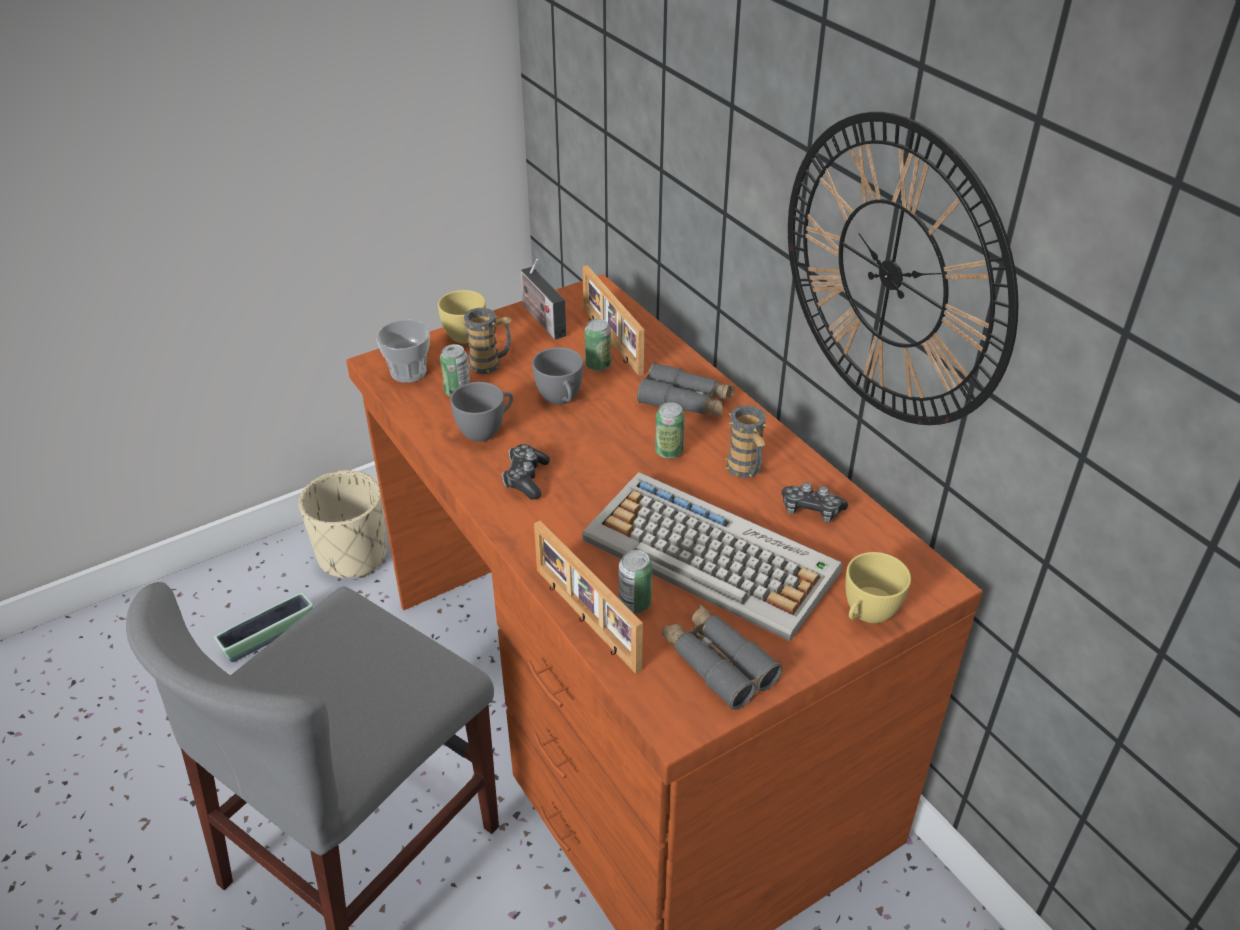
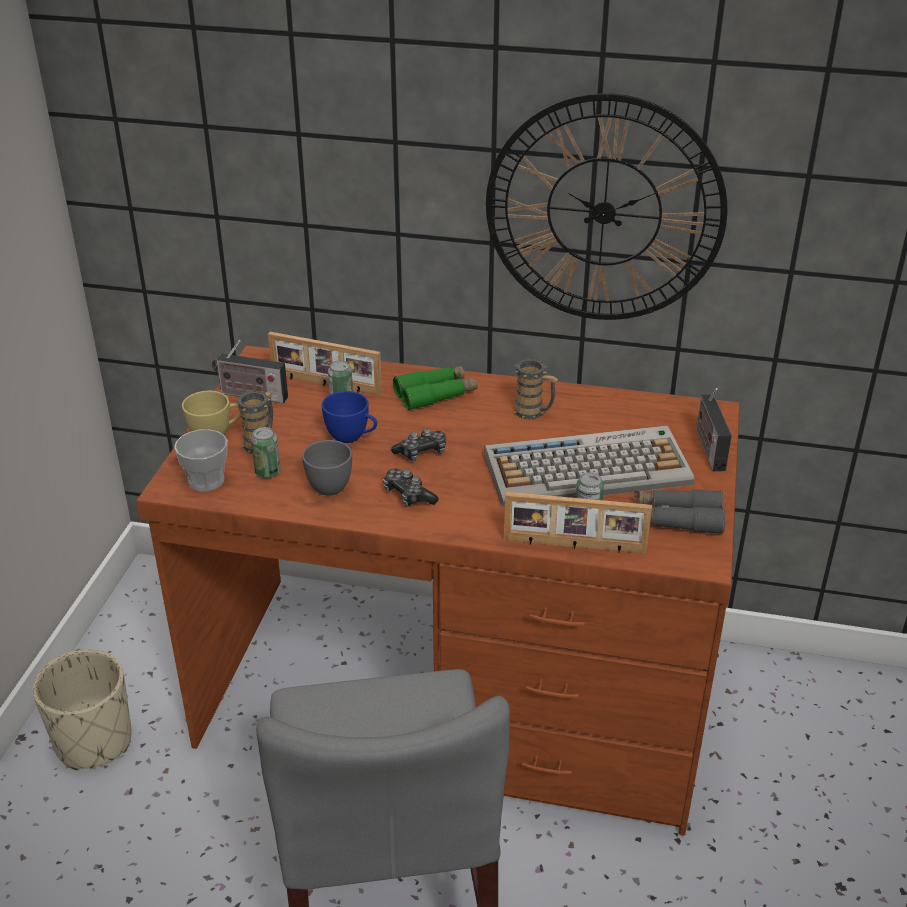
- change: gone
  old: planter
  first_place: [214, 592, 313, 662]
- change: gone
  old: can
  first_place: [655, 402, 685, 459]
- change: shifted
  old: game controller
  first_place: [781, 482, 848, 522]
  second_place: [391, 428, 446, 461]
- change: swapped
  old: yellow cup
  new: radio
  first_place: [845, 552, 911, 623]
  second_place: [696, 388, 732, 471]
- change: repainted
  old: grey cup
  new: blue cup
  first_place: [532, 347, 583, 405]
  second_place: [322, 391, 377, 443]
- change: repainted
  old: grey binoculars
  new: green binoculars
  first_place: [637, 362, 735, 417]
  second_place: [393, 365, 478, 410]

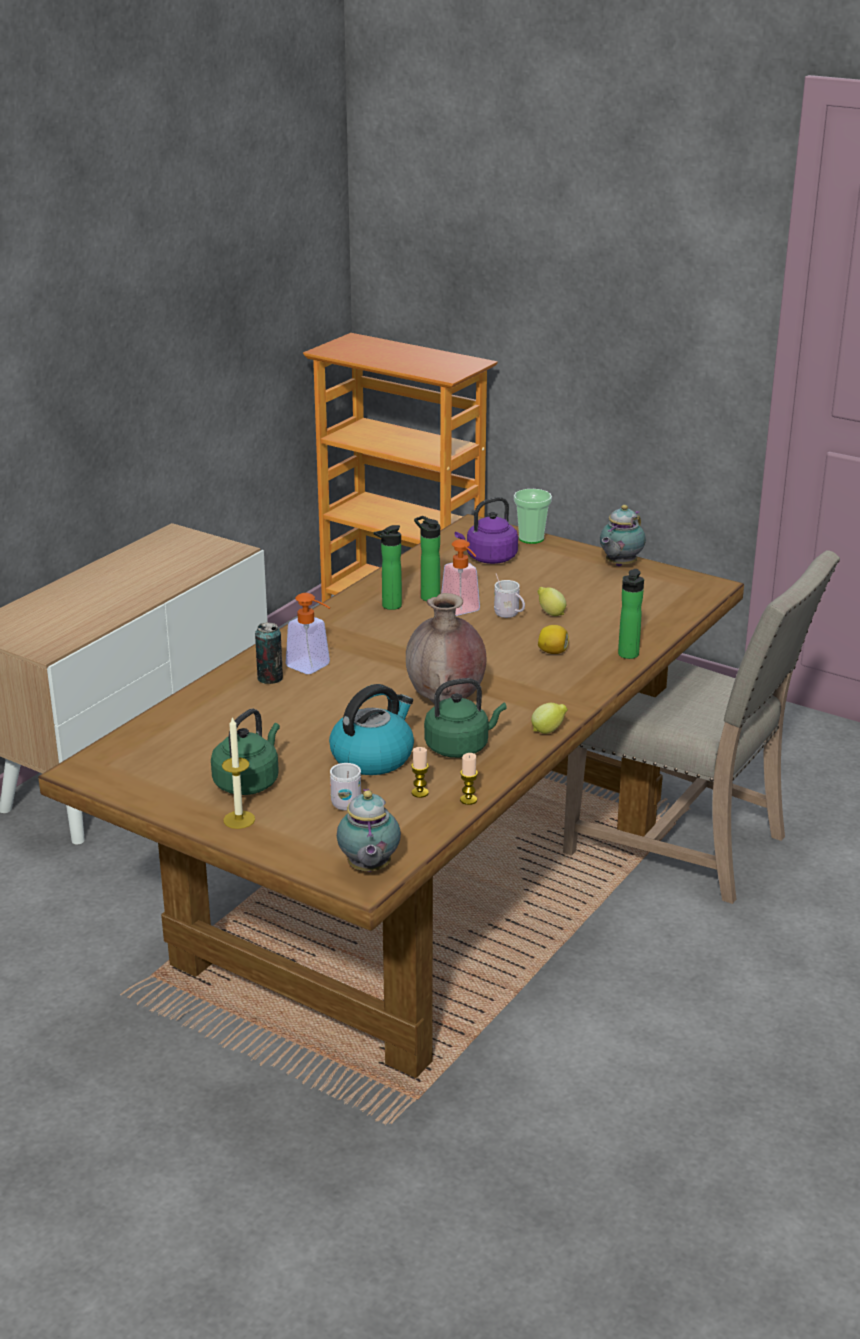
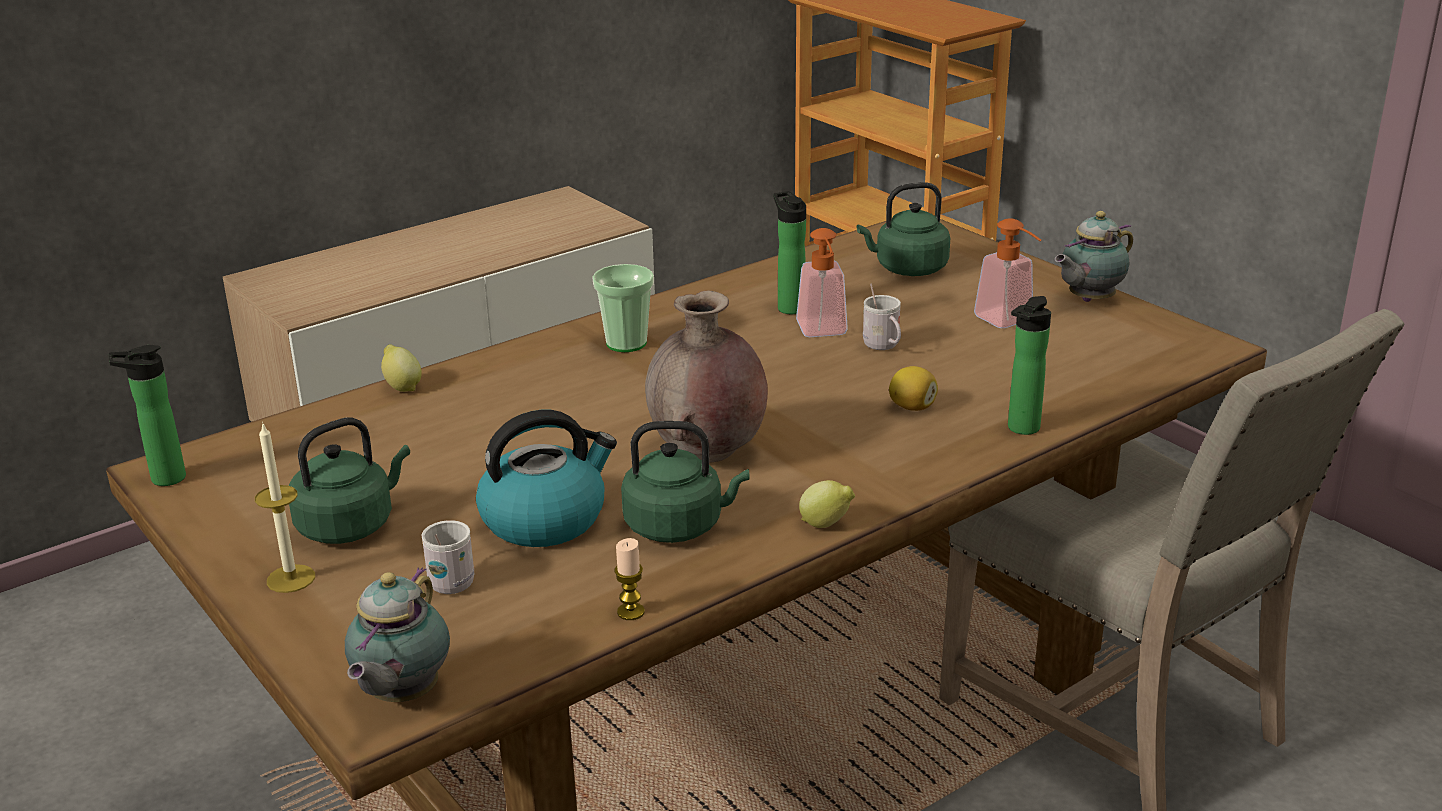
- change: gone
  old: can
  first_place: [255, 622, 283, 684]
- change: gone
  old: candle
  first_place: [411, 747, 429, 798]
- change: shifted
  old: soap dispenser
  first_place: [286, 593, 331, 674]
  second_place: [974, 218, 1041, 328]
- change: shifted
  old: bottle
  first_place: [374, 525, 402, 610]
  second_place: [109, 345, 186, 486]
- change: shifted
  old: cup
  first_place: [514, 489, 552, 544]
  second_place: [592, 264, 654, 352]
- change: shifted
  old: lemon
  first_place: [538, 587, 566, 616]
  second_place: [381, 344, 422, 392]
- change: repainted
  old: purple kettle
  new: green kettle
  first_place: [455, 497, 518, 564]
  second_place: [857, 182, 950, 276]

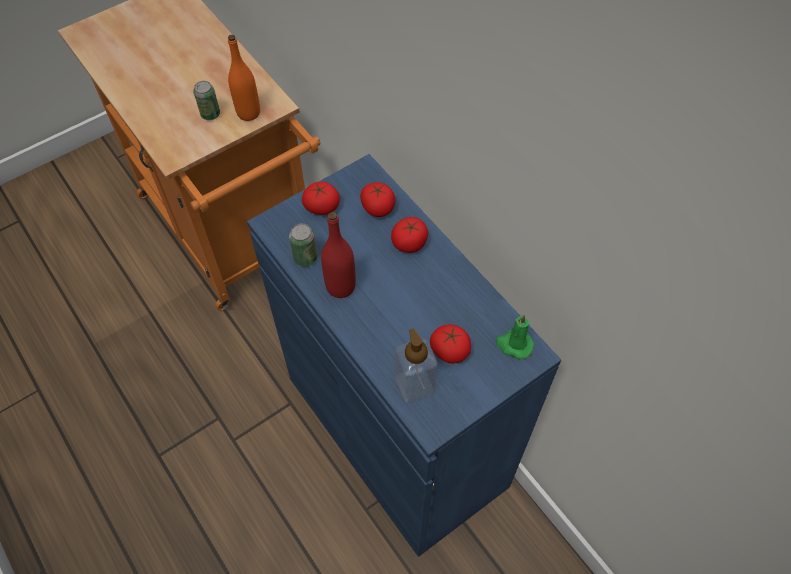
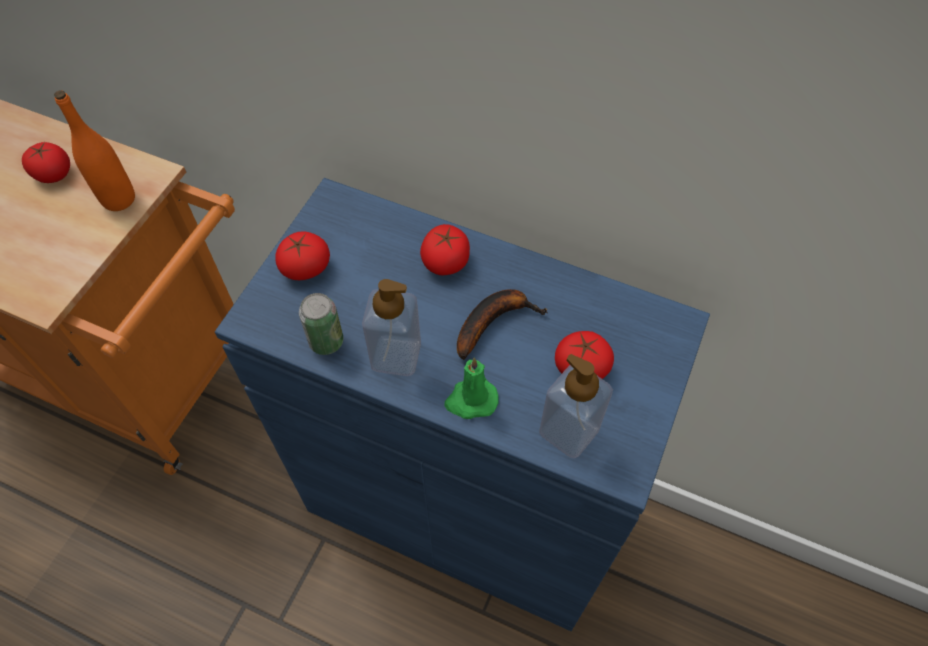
- change: gone
  old: can
  first_place: [194, 81, 220, 120]
- change: new
  new: banana
  second_place: [457, 289, 548, 360]
- change: shifted
  old: tomato
  first_place: [360, 182, 396, 217]
  second_place: [22, 142, 70, 183]
- change: shifted
  old: green candle
  first_place: [496, 315, 534, 359]
  second_place: [444, 357, 499, 419]
- change: swapped
  old: red bottle
  new: soap dispenser
  first_place: [321, 212, 356, 298]
  second_place: [362, 279, 421, 376]

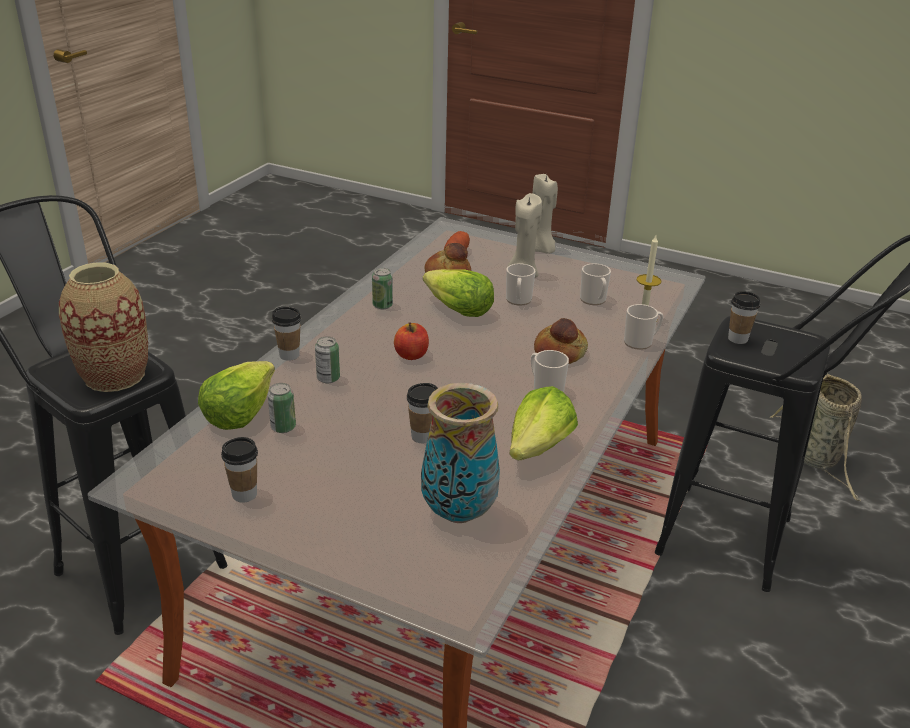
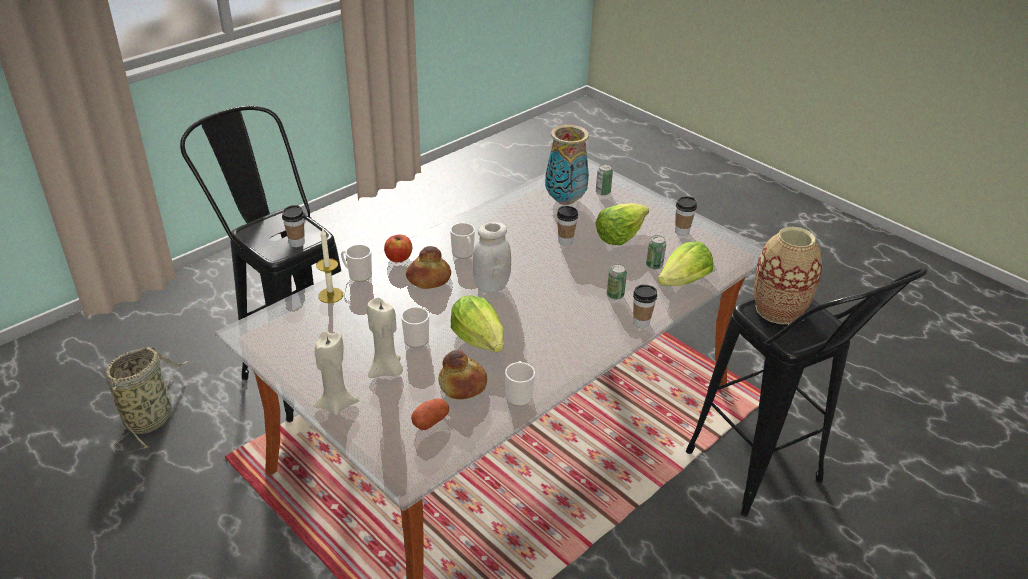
- change: new
  new: white jar
  second_place: [473, 222, 511, 293]
- change: shifted
  old: can
  first_place: [372, 268, 393, 309]
  second_place: [596, 164, 613, 195]
- change: shifted
  old: apple
  first_place: [394, 322, 429, 360]
  second_place: [384, 235, 412, 263]
- change: shifted
  old: lettuce
  first_place: [509, 386, 578, 461]
  second_place: [595, 203, 649, 245]
- change: shifted
  old: mug
  first_place: [580, 263, 611, 305]
  second_place: [505, 361, 535, 406]

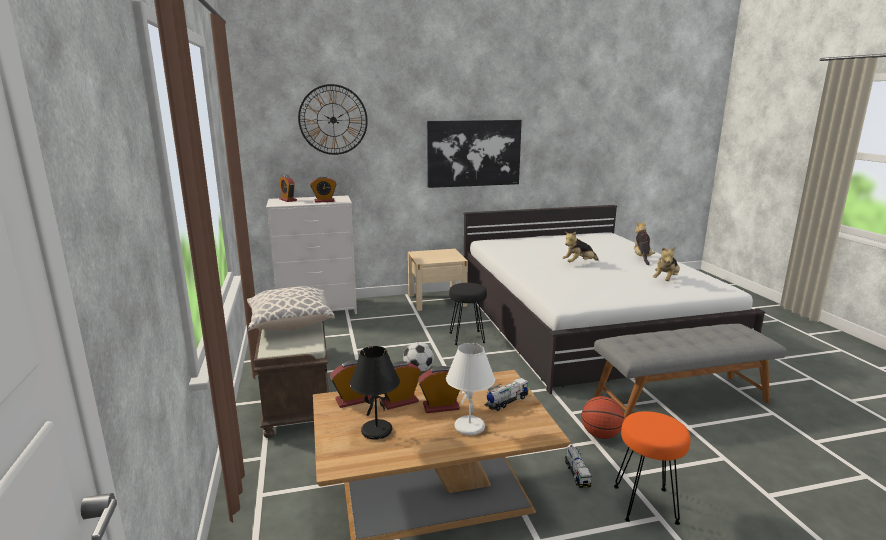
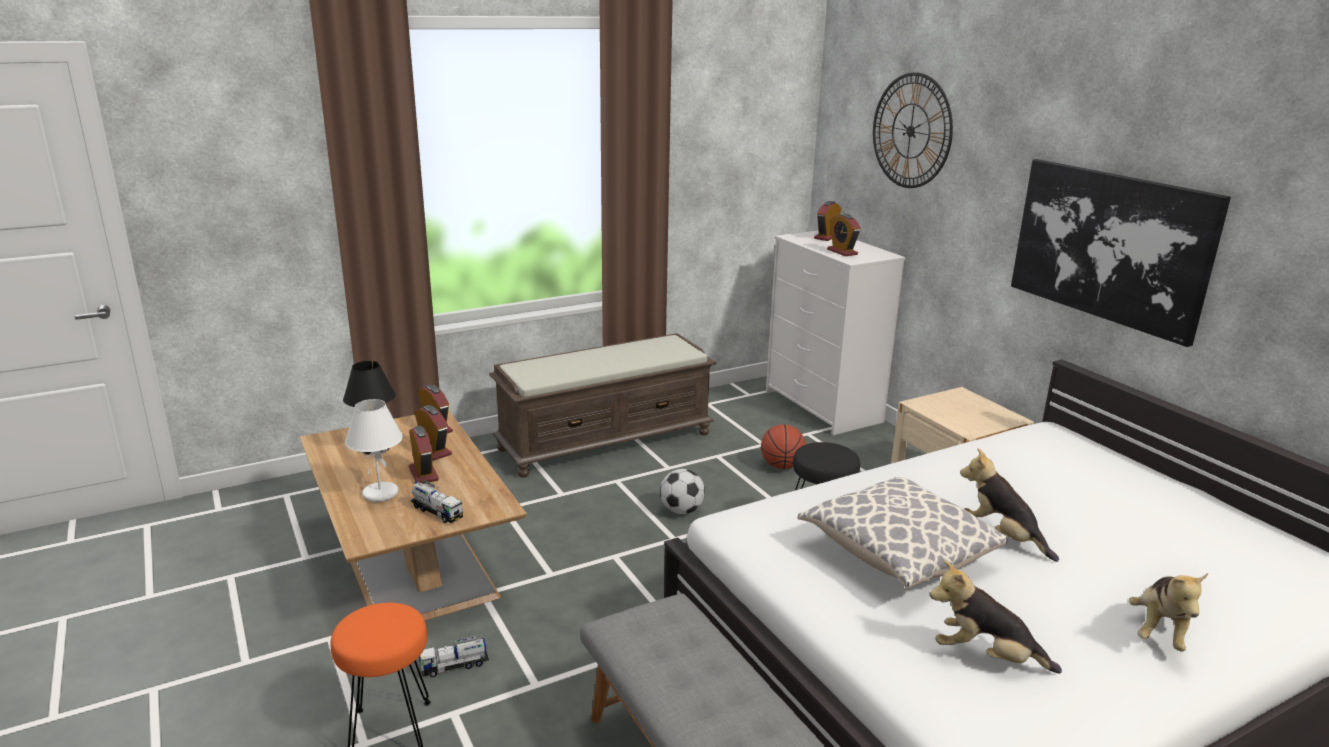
- change: shifted
  old: pillow
  first_place: [247, 286, 335, 331]
  second_place: [797, 477, 1008, 589]
- change: shifted
  old: basketball
  first_place: [581, 396, 624, 439]
  second_place: [761, 424, 806, 469]
- change: rotated
  old: plush toy
  first_place: [634, 221, 656, 265]
  second_place: [1129, 573, 1208, 652]
  degrees: 120

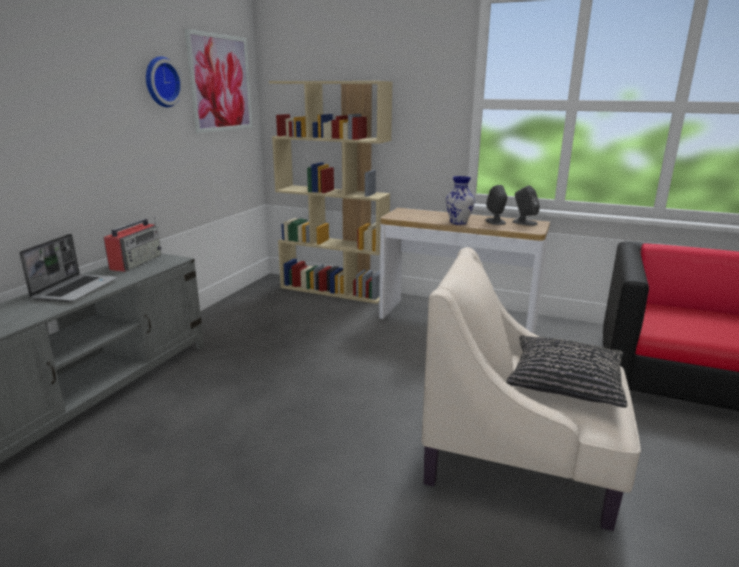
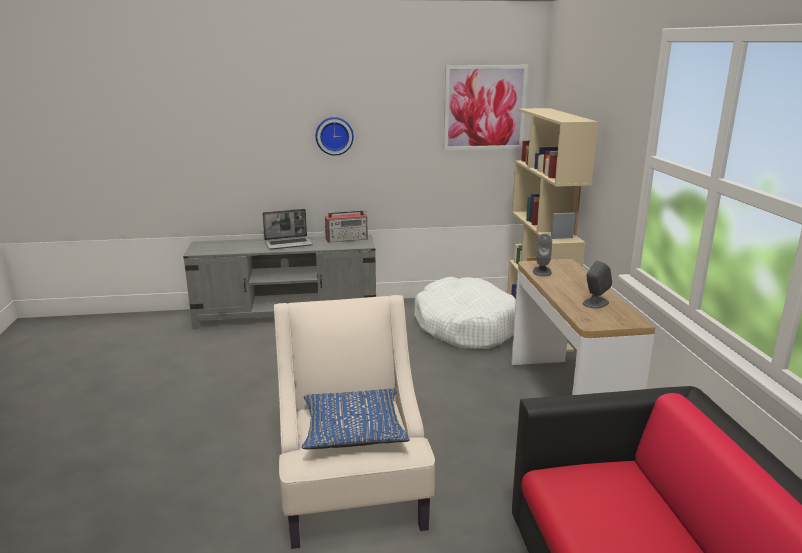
- change: gone
  old: vase
  first_place: [446, 176, 475, 225]
- change: new
  new: white dog bed
  second_place: [415, 277, 516, 349]
- change: shifted
  old: wall clock
  first_place: [146, 56, 183, 107]
  second_place: [316, 117, 354, 156]
- change: shifted
  old: grey speaker
  first_place: [512, 185, 540, 226]
  second_place: [533, 234, 552, 277]
- change: repainted
  old: black pillow
  new: blue pillow
  first_place: [506, 335, 627, 408]
  second_place: [302, 388, 410, 449]

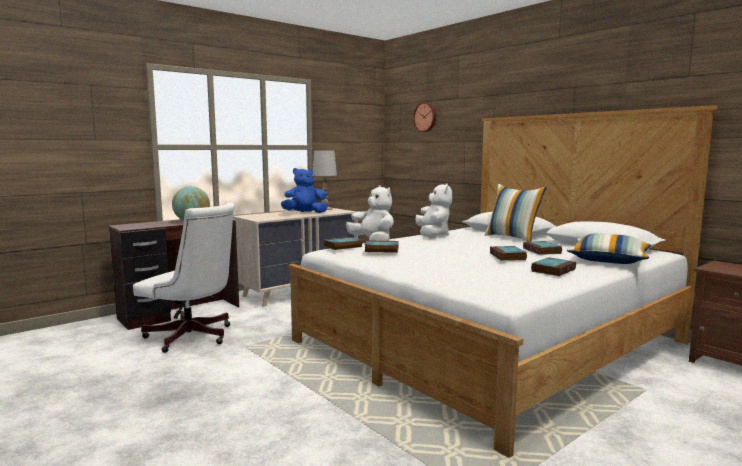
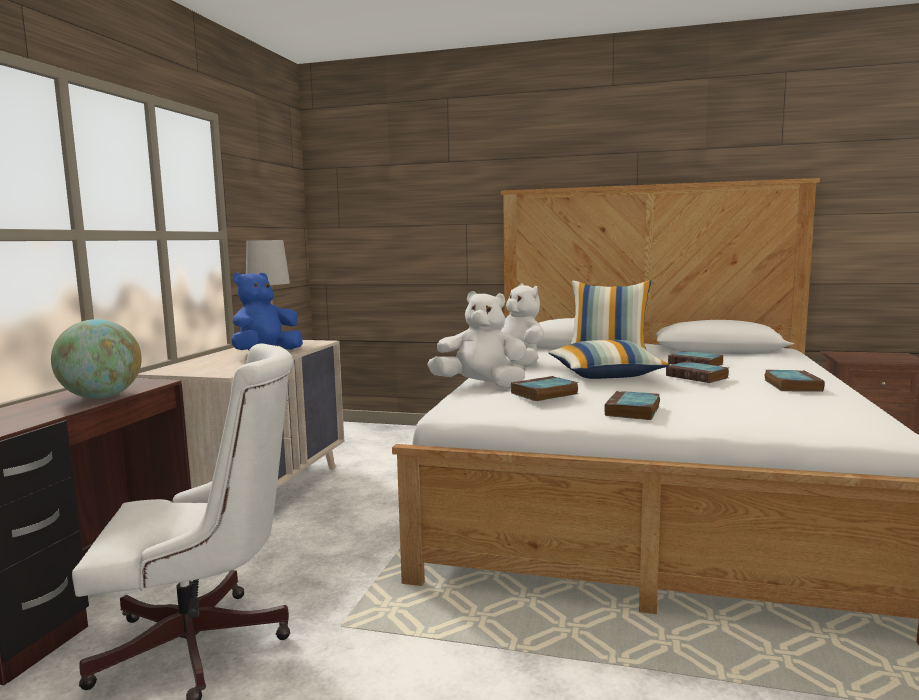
- change: gone
  old: wall clock
  first_place: [413, 102, 436, 132]
- change: shifted
  old: book
  first_place: [323, 237, 362, 250]
  second_place: [604, 391, 660, 420]
- change: shifted
  old: pillow
  first_place: [567, 233, 651, 264]
  second_place: [548, 340, 670, 379]

